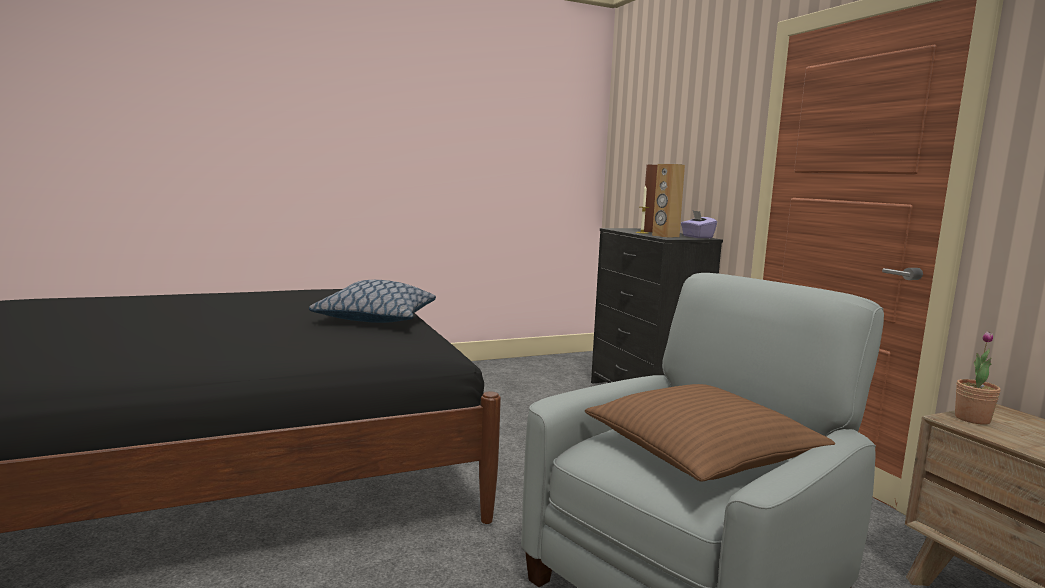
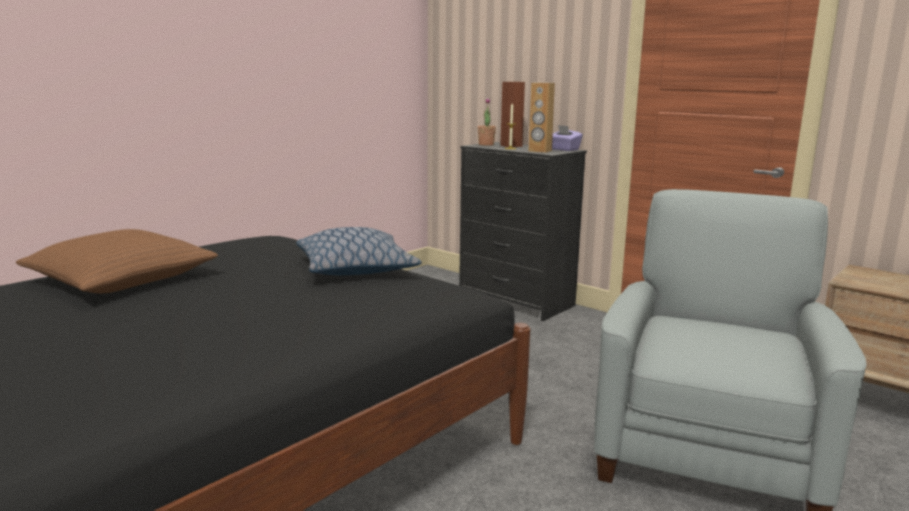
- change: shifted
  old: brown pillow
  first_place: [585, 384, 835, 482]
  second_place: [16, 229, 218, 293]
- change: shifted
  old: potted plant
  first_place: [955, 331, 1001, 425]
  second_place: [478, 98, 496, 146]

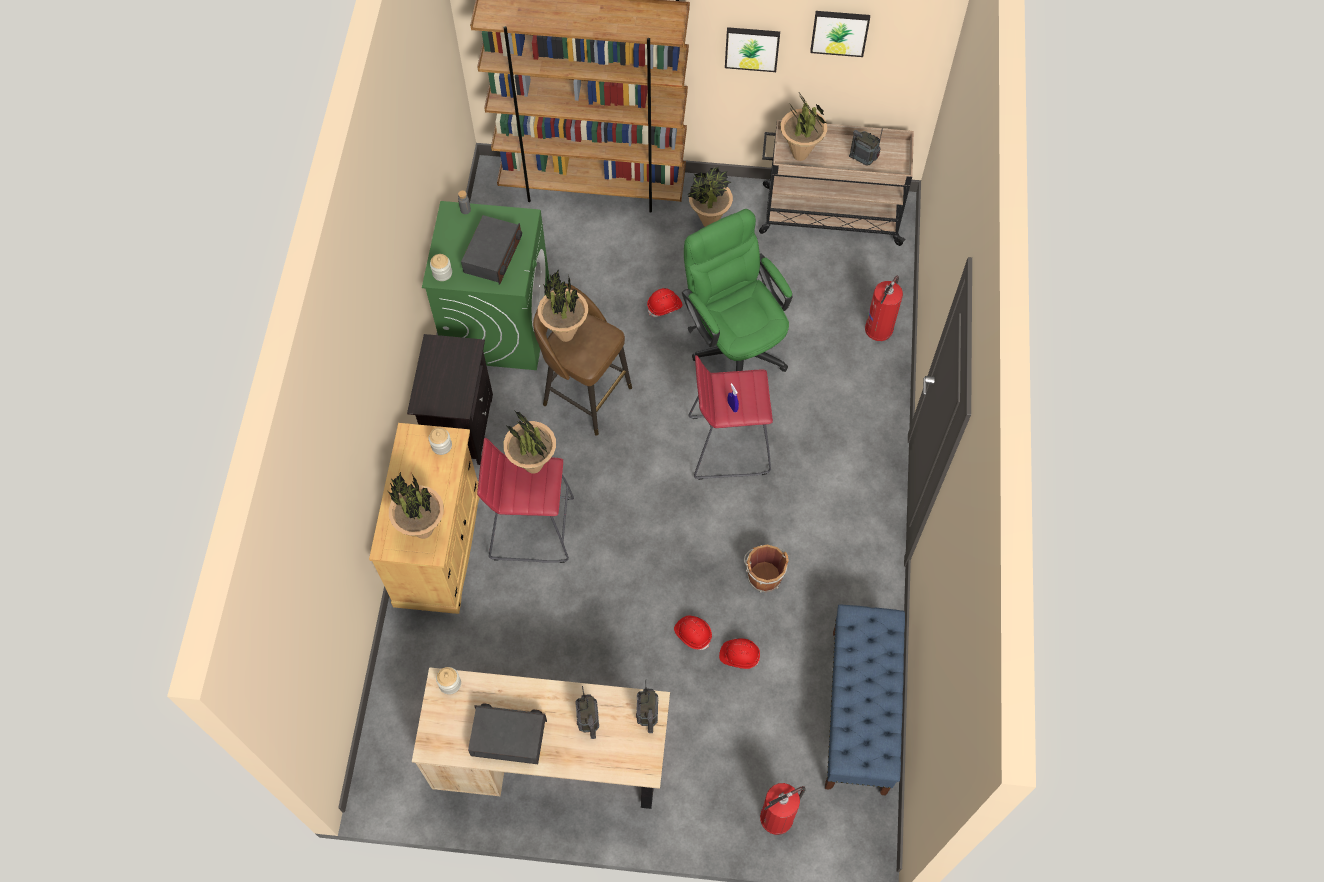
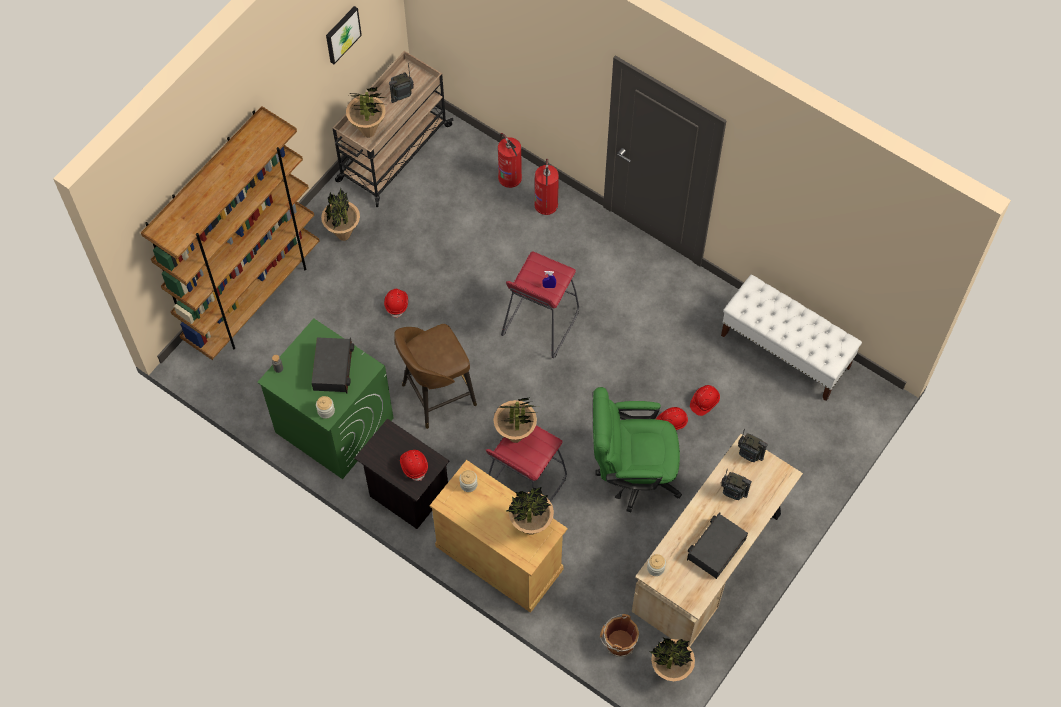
- change: gone
  old: picture
  first_place: [725, 27, 780, 72]
- change: new
  new: red hard hat
  second_place: [400, 450, 428, 481]
- change: shifted
  old: potted plant
  first_place: [538, 269, 588, 342]
  second_place: [650, 637, 695, 681]
- change: shifted
  old: green office chair
  first_place: [682, 209, 792, 372]
  second_place: [593, 387, 682, 512]
- change: shifted
  old: brown bucket
  first_place: [744, 545, 789, 593]
  second_place: [600, 614, 639, 657]
- change: shifted
  old: fire extinguisher
  first_place: [760, 783, 806, 835]
  second_place: [534, 159, 559, 215]
- change: repainted
  old: blue bench
  new: white bench
  first_place: [825, 605, 905, 795]
  second_place: [721, 274, 862, 401]
- change: rotated
  old: radio
  first_place: [461, 215, 522, 285]
  second_place: [312, 337, 354, 394]
  degrees: 45

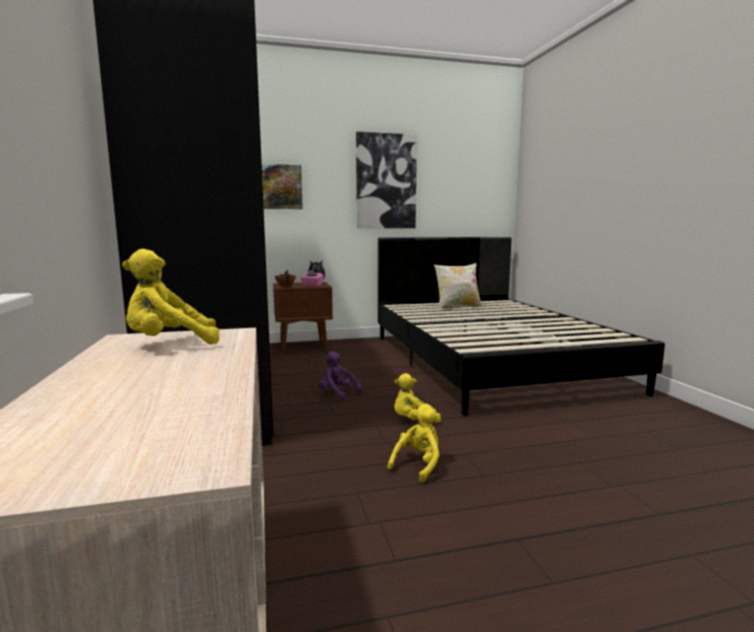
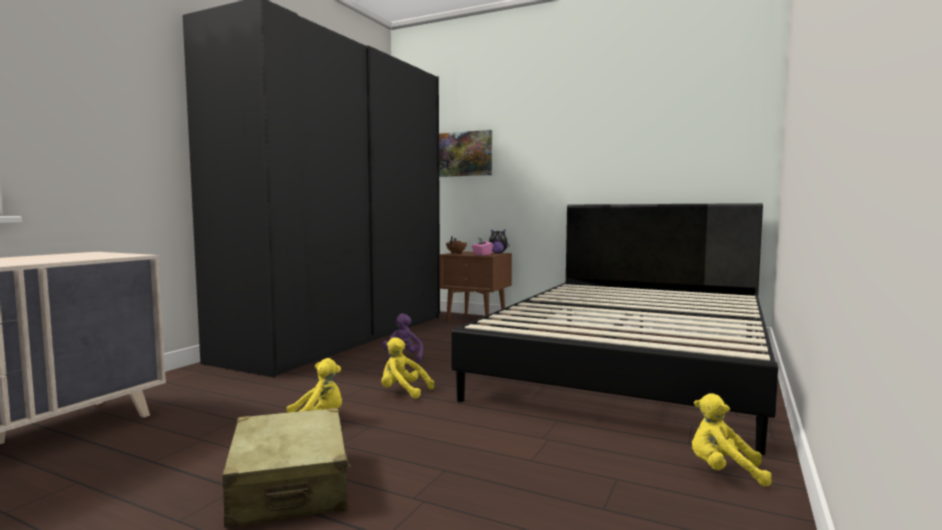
- change: gone
  old: picture
  first_place: [356, 132, 417, 228]
- change: gone
  old: pillow
  first_place: [434, 263, 482, 309]
- change: new
  new: beige suitcase
  second_place: [223, 408, 351, 528]
- change: shifted
  old: yellow plush toy
  first_place: [122, 249, 220, 345]
  second_place: [692, 394, 772, 487]

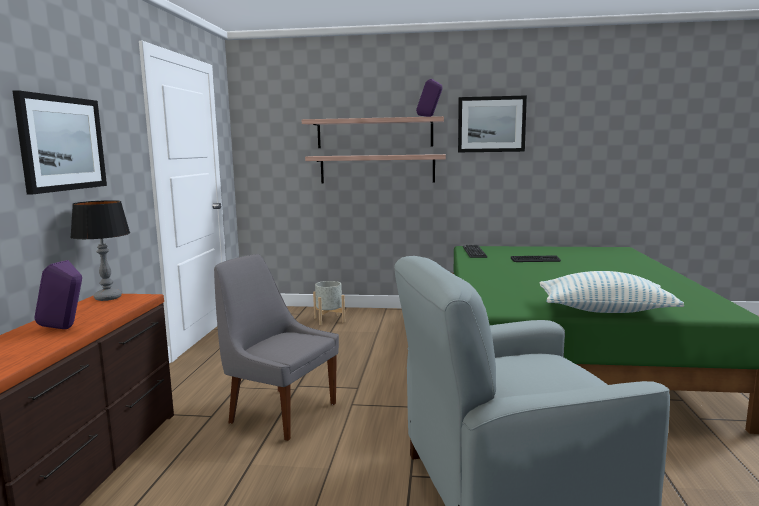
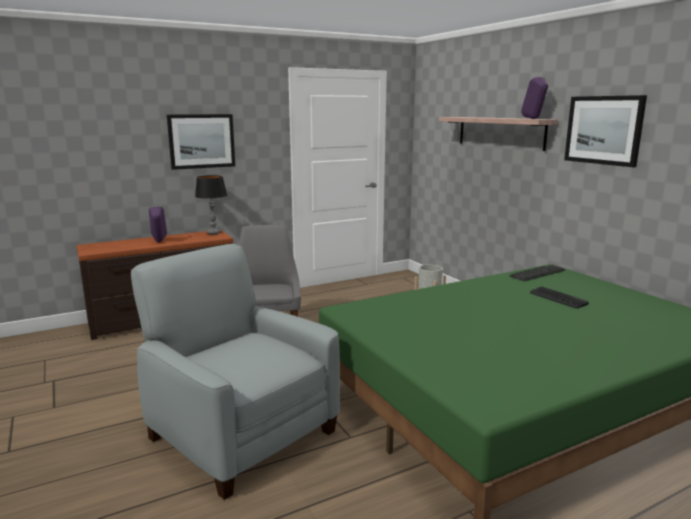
- change: gone
  old: shelf
  first_place: [305, 154, 446, 183]
- change: gone
  old: pillow
  first_place: [540, 271, 684, 313]

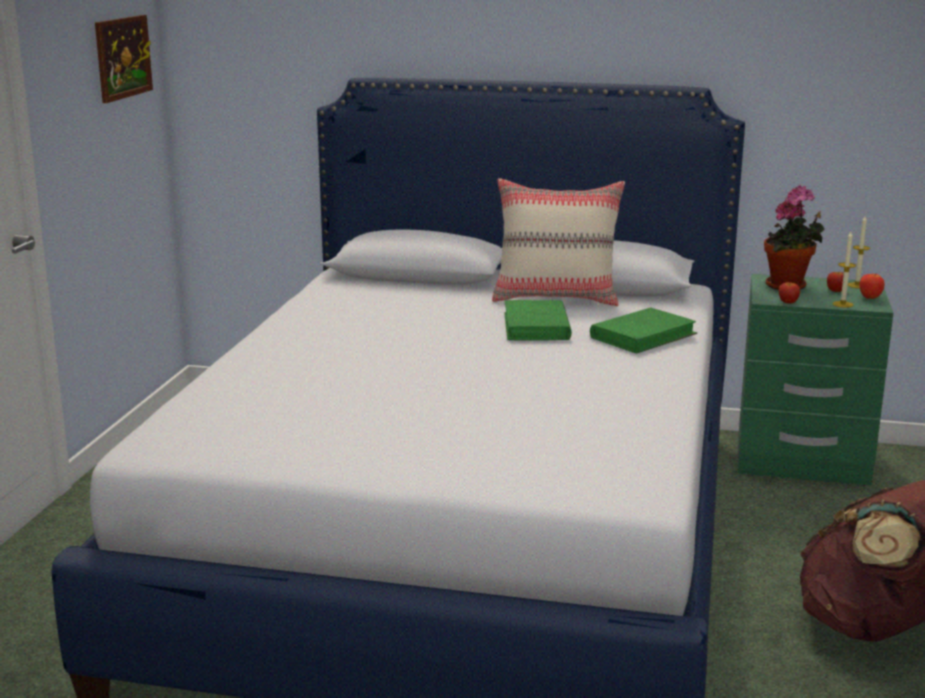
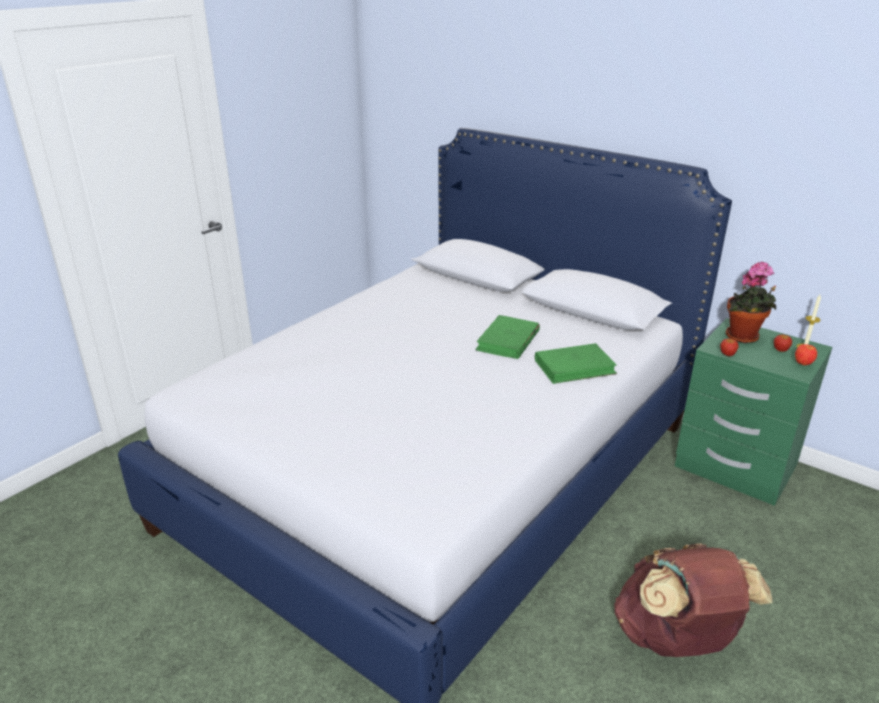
- change: gone
  old: picture
  first_place: [95, 15, 153, 103]
- change: gone
  old: beige pillow
  first_place: [492, 178, 625, 306]
- change: gone
  old: candle
  first_place: [832, 232, 856, 308]

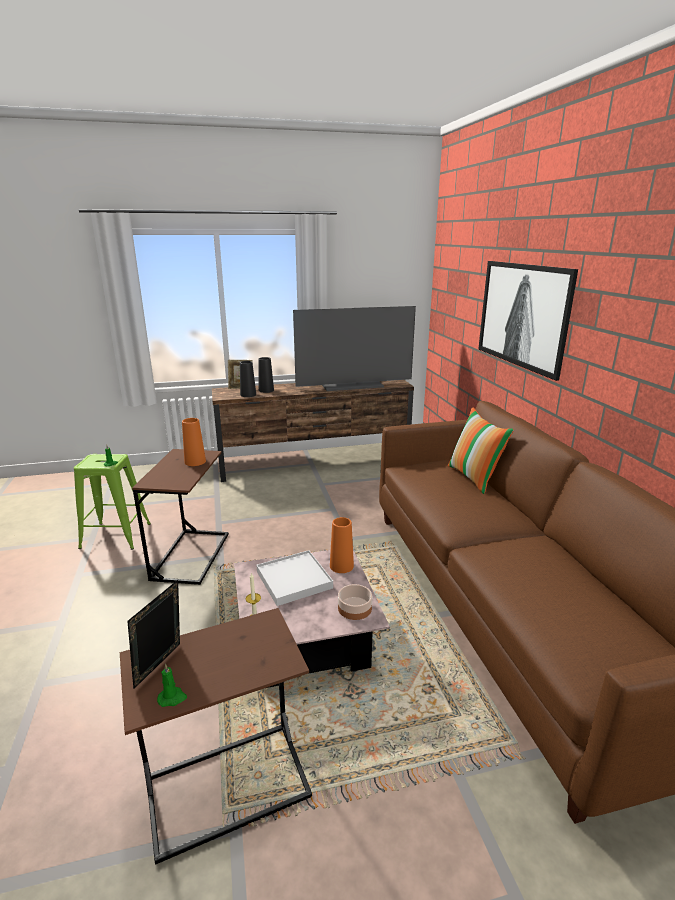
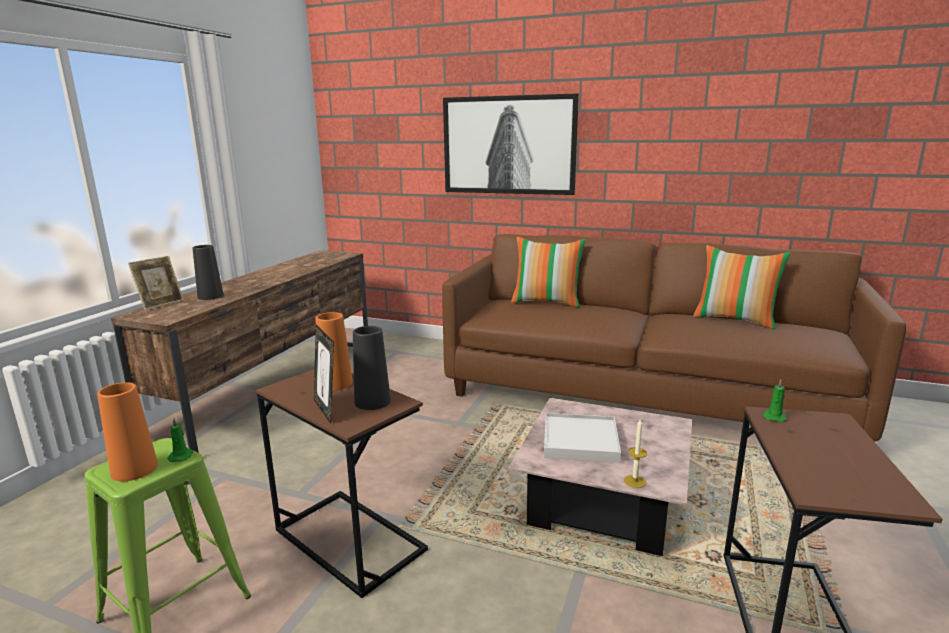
- change: gone
  old: television
  first_place: [293, 306, 416, 391]
- change: gone
  old: bowl
  first_place: [338, 584, 372, 620]
- change: new
  new: pillow
  second_place: [693, 245, 791, 329]
- change: shifted
  old: picture frame
  first_place: [127, 580, 180, 689]
  second_place: [314, 325, 334, 424]
- change: shifted
  old: green candle
  first_place: [157, 663, 187, 707]
  second_place: [763, 379, 787, 422]
- change: shifted
  old: black vase
  first_place: [240, 361, 256, 397]
  second_place: [353, 326, 391, 410]
- change: shifted
  old: orange vase
  first_place: [330, 517, 354, 573]
  second_place: [97, 382, 158, 481]

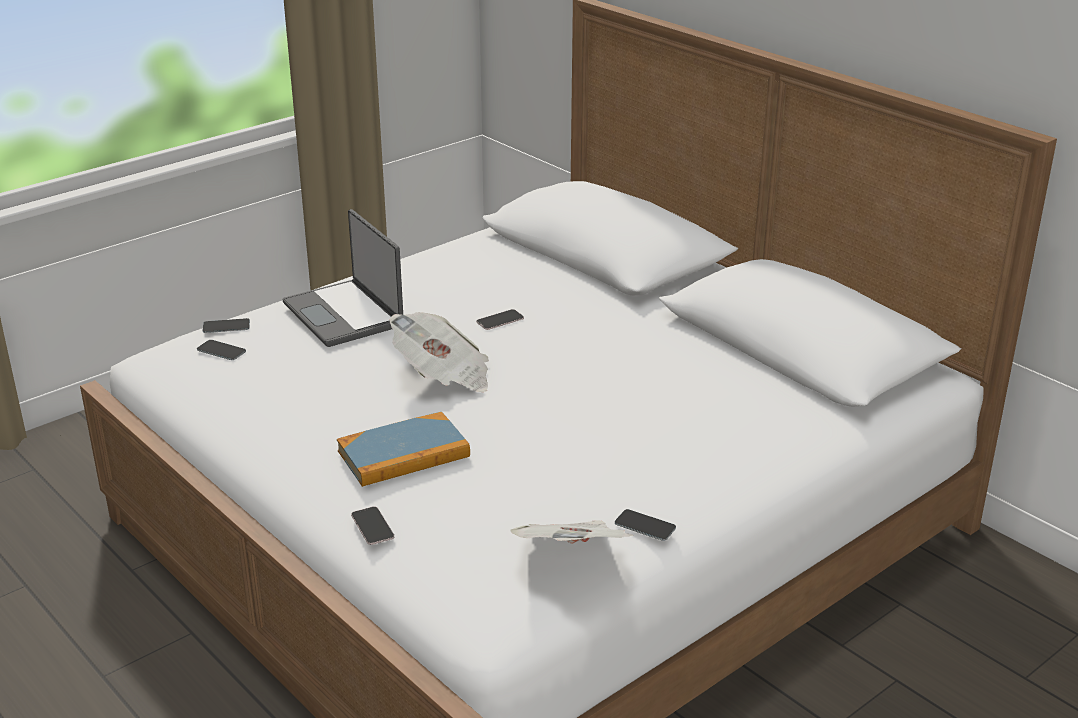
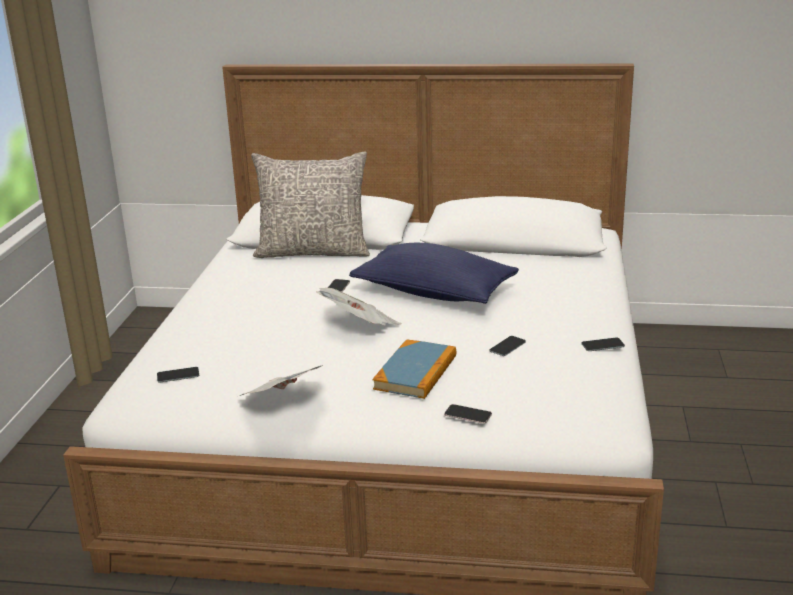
- change: gone
  old: laptop
  first_place: [283, 209, 403, 347]
- change: new
  new: grey pillow
  second_place: [251, 151, 370, 258]
- change: new
  new: blue pillow
  second_place: [349, 243, 519, 304]
- change: shifted
  old: phone
  first_place: [203, 318, 250, 333]
  second_place: [490, 336, 526, 356]
- change: shifted
  old: newspaper
  first_place: [510, 520, 635, 544]
  second_place: [239, 365, 323, 396]

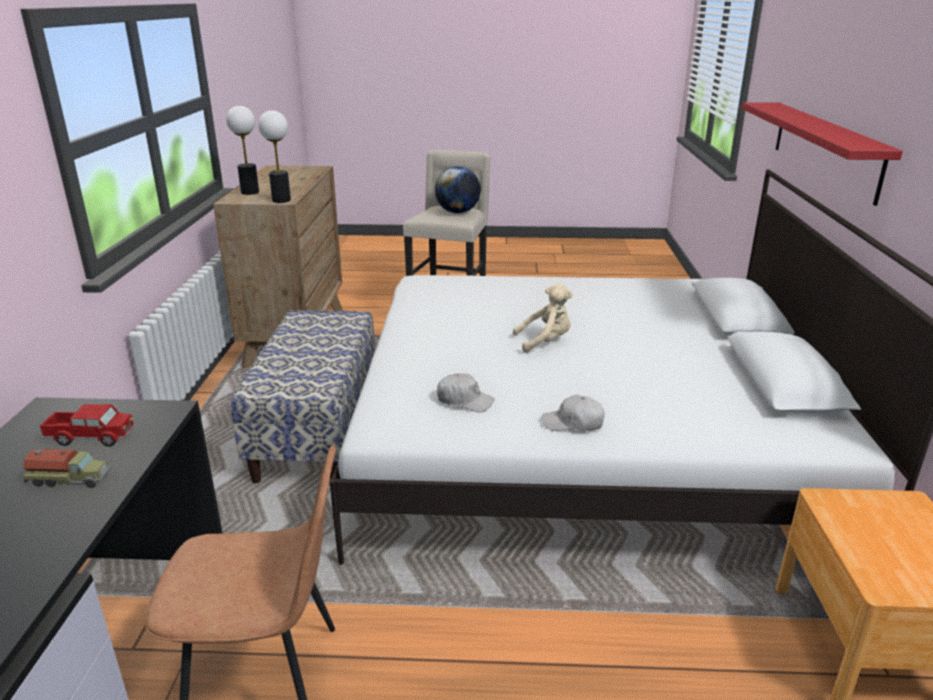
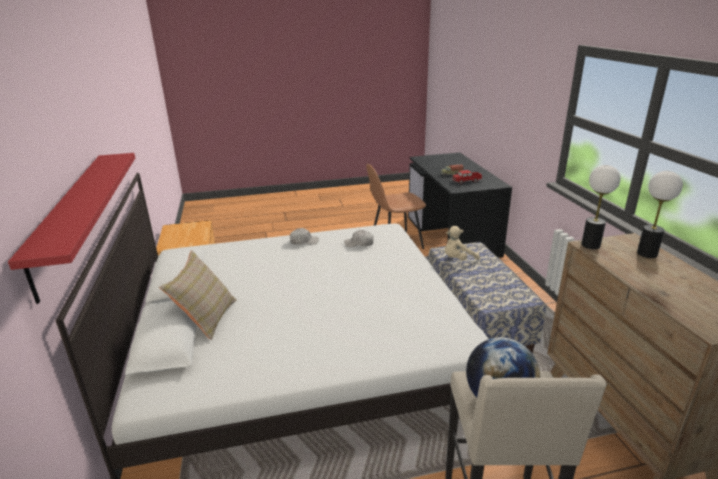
- change: new
  new: beige pillow
  second_place: [159, 250, 237, 340]
- change: shifted
  old: beige plush toy
  first_place: [513, 284, 573, 353]
  second_place: [445, 226, 480, 261]

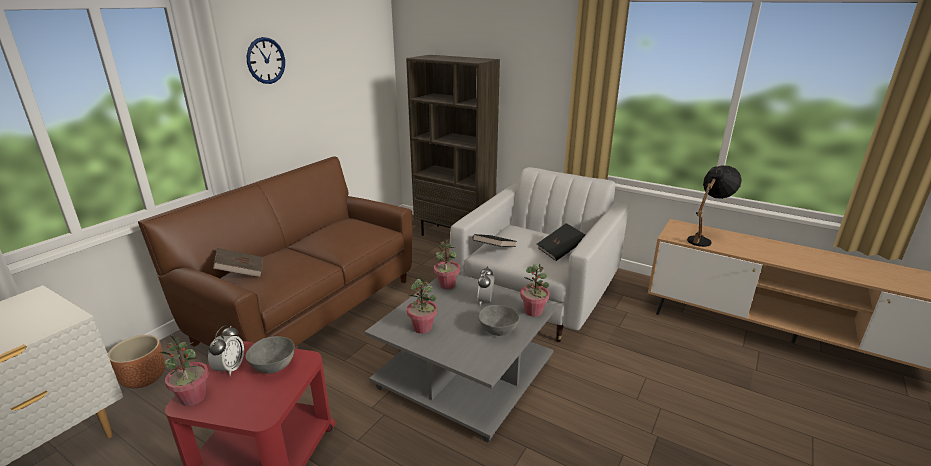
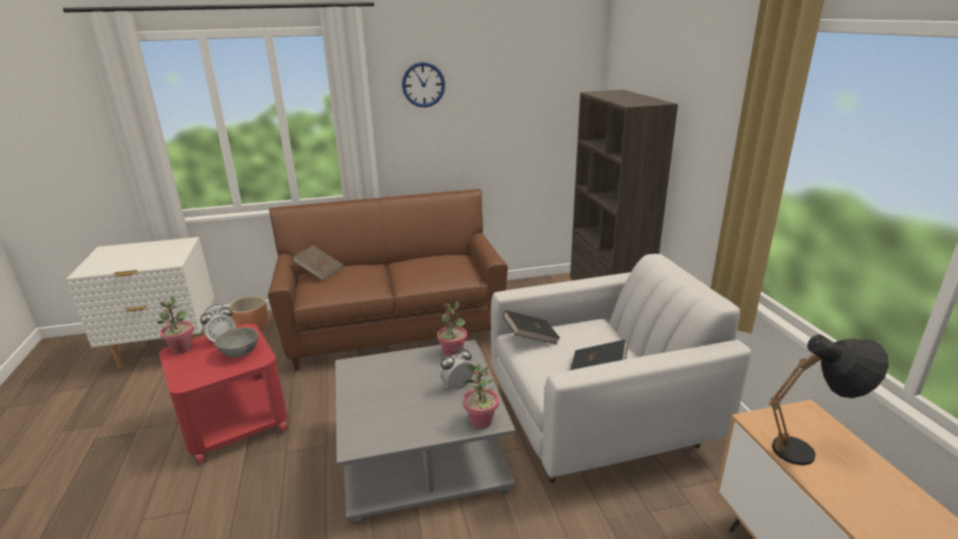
- change: gone
  old: potted plant
  first_place: [407, 277, 437, 334]
- change: gone
  old: grey bowl
  first_place: [478, 305, 519, 336]

